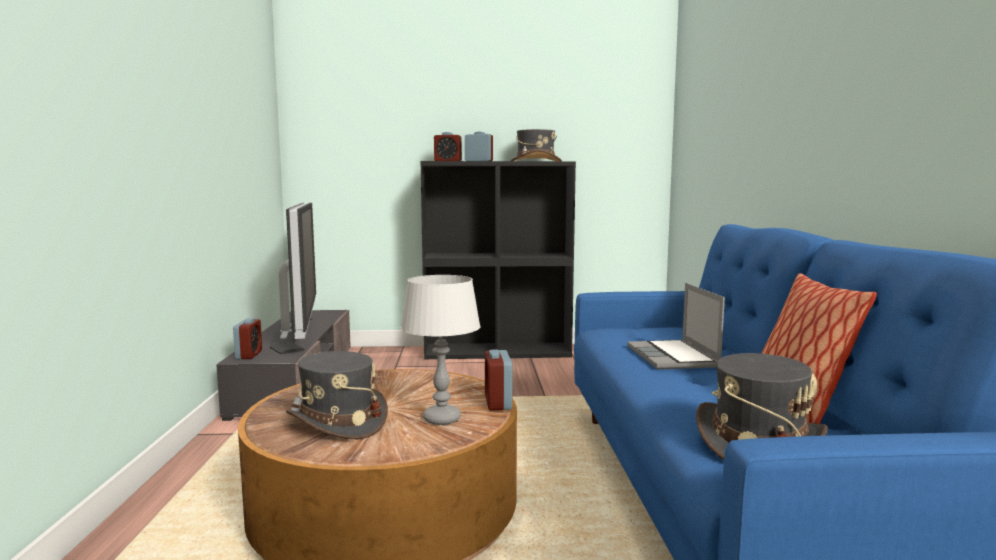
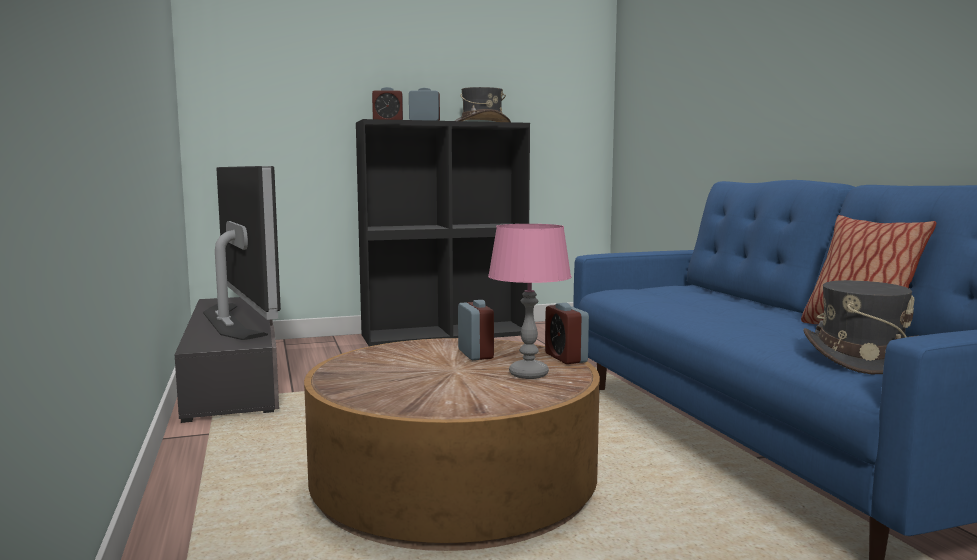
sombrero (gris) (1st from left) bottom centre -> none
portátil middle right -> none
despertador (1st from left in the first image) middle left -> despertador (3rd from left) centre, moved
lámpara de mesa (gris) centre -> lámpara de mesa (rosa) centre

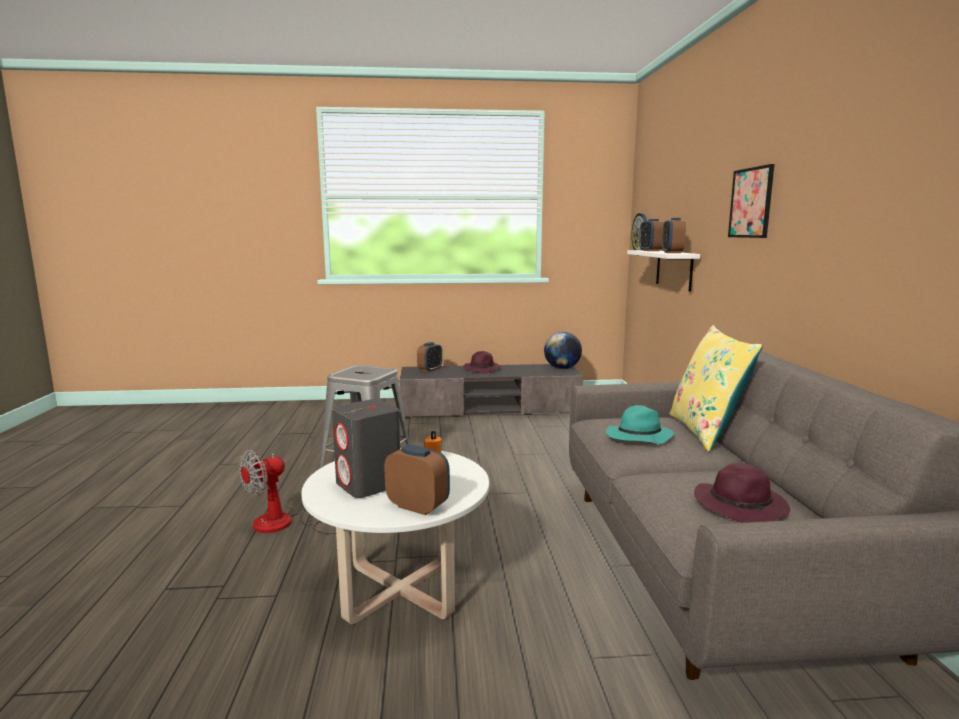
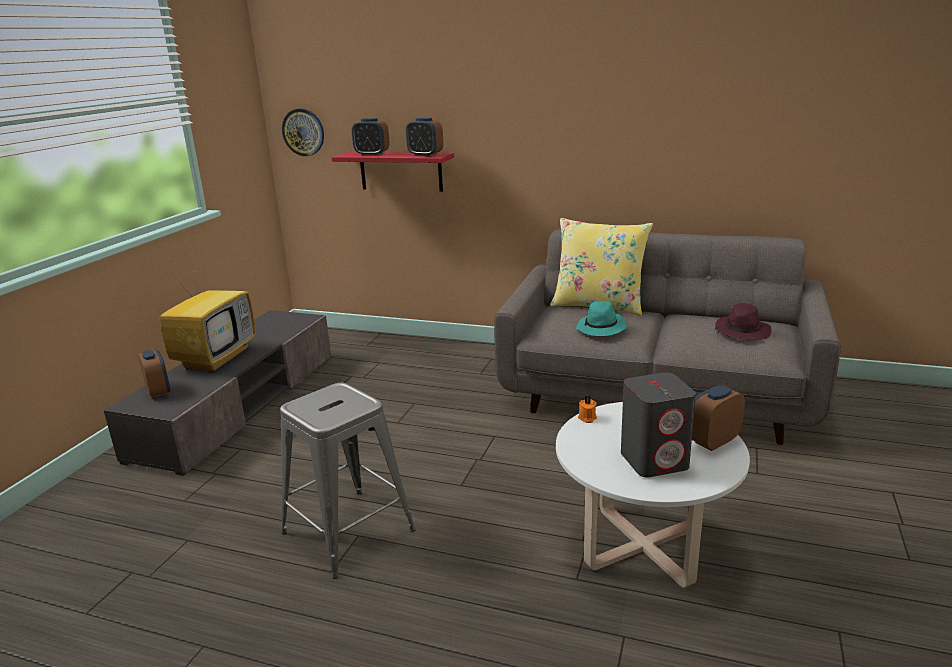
ventilador bottom left -> none
globo terráqueo centre -> none
cuadro top right -> none
sombrero (morado) (1st from left) centre -> televisor middle left
estante (blanco) middle right -> estante (rojo) top centre

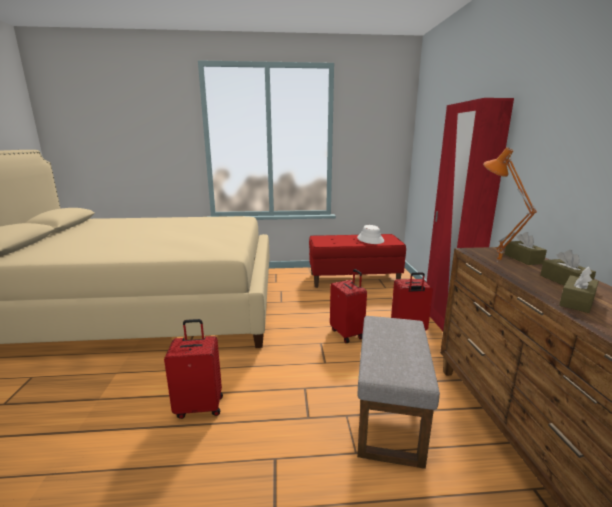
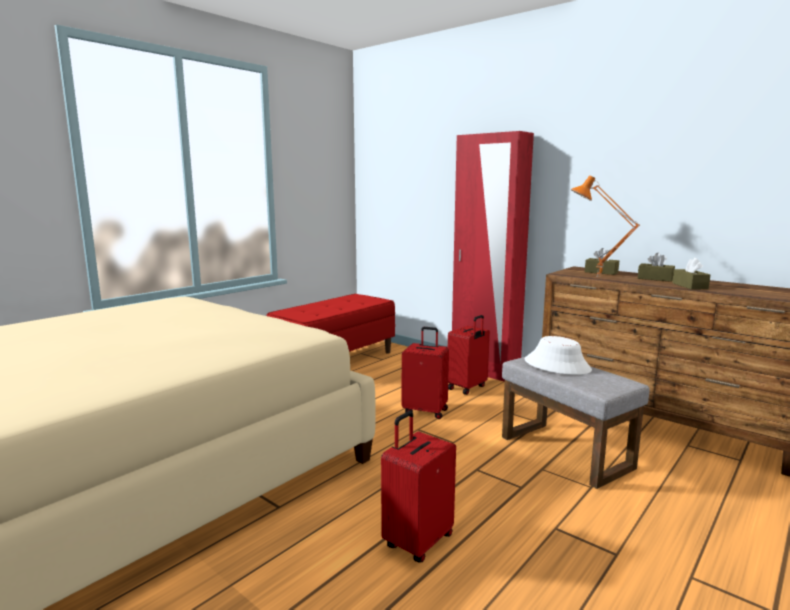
sombrero (blanco) centre -> sombrero (blanco) middle right, moved

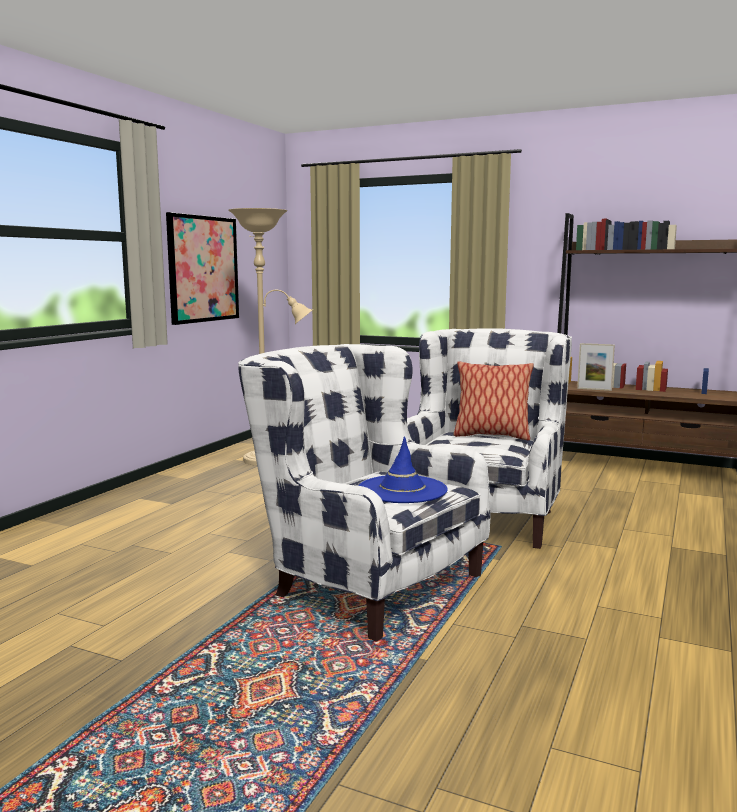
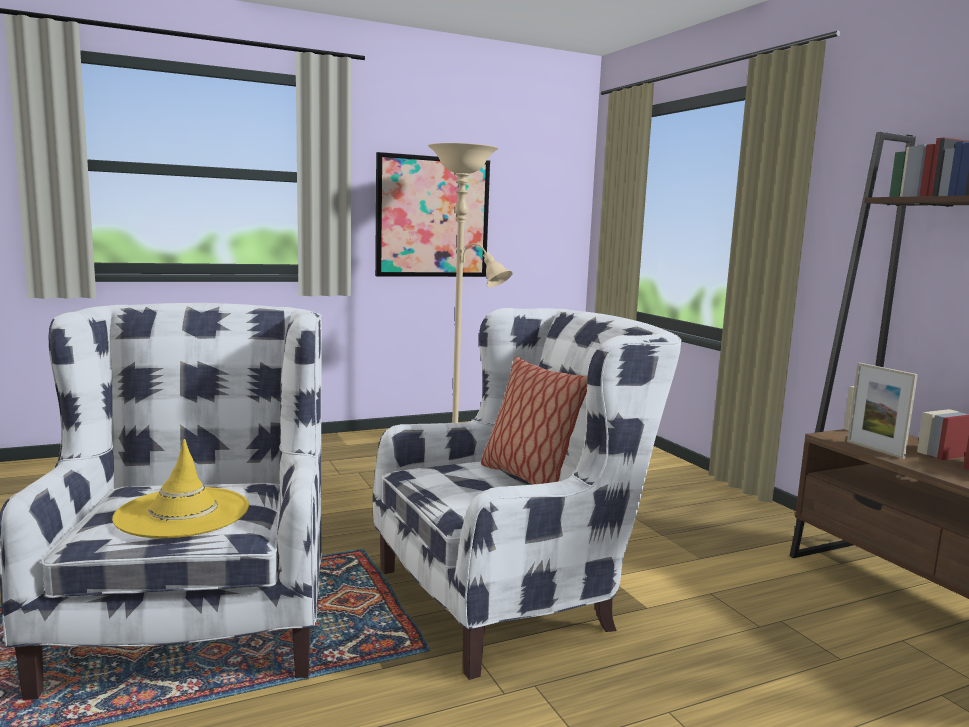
sombrero (azul) centre -> sombrero (amarillo) bottom left

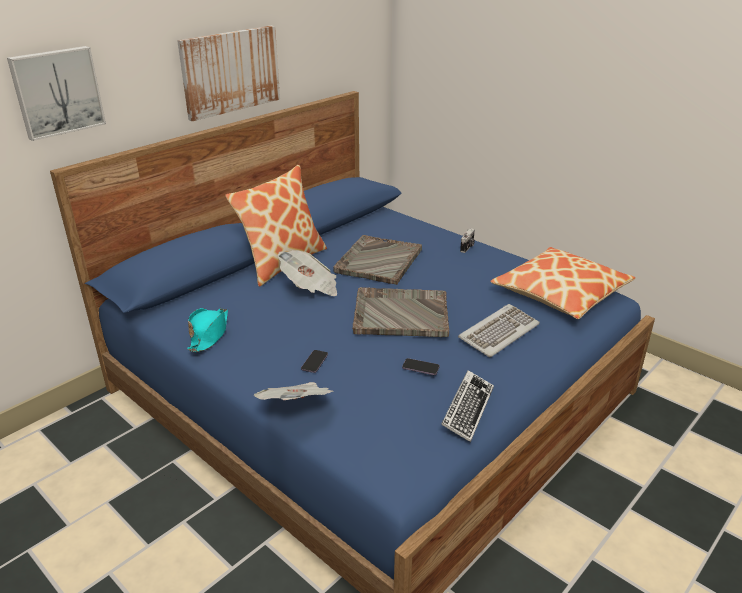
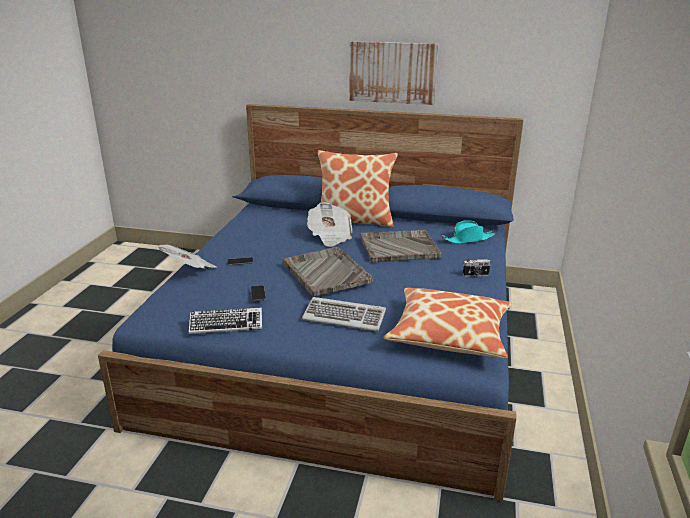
cuadro (1st from left) top left -> none
sombrero (turquesa) middle left -> sombrero (turquesa) middle right, moved

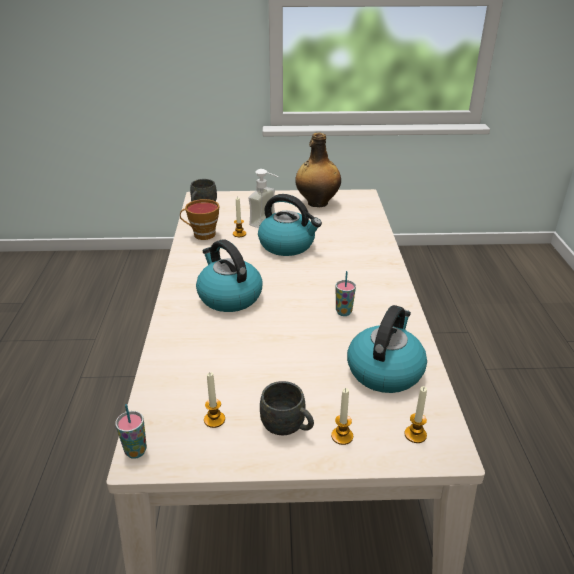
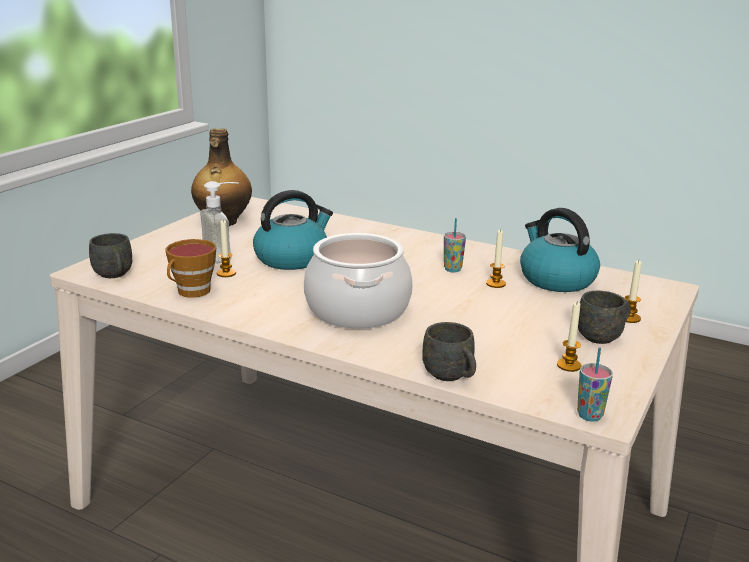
none -> taza grande (gris) (2nd from left) centre
vela (4th from left in the first image) bottom right -> vela (2nd from left) centre, moved
hervidor (1st from left) centre -> olla centre

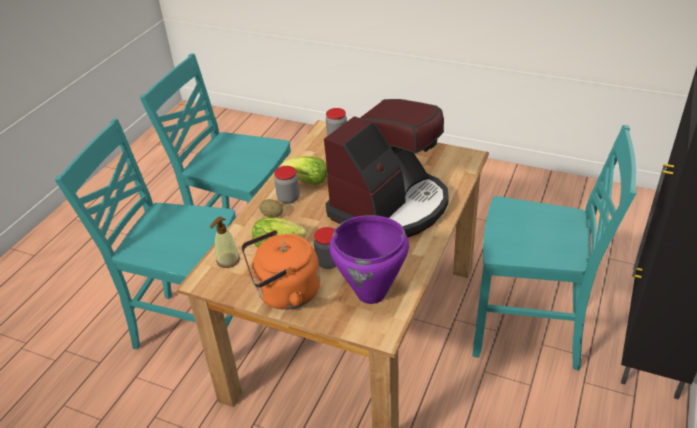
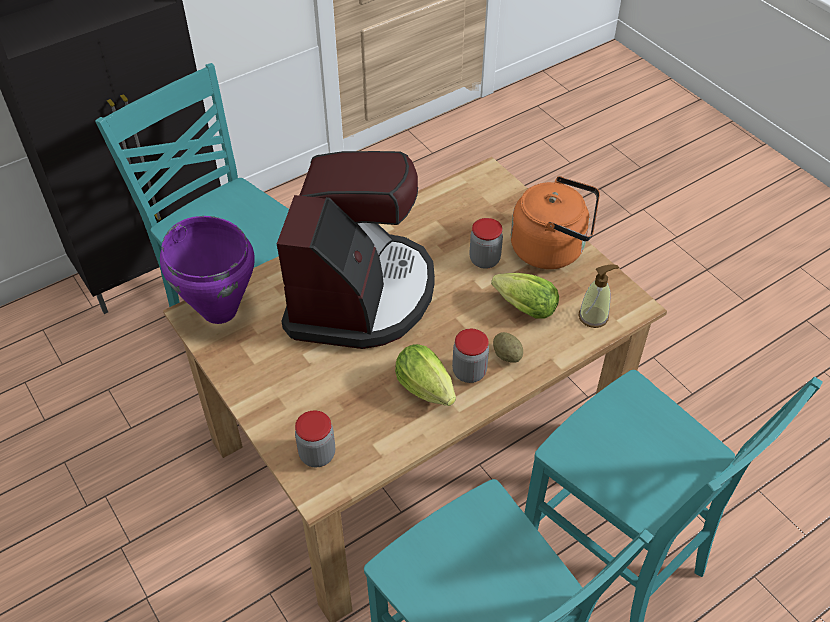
olla (morado) centre -> olla (morado) middle left, moved
cafetera centre, 120 degrees clockwise

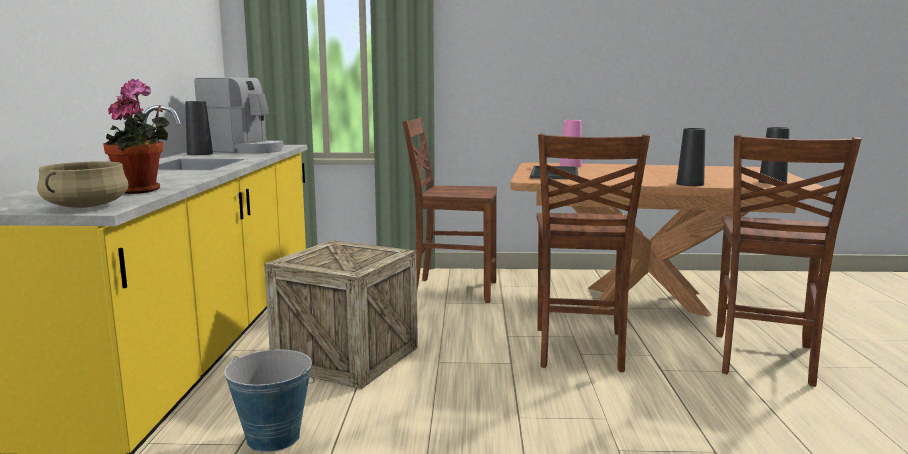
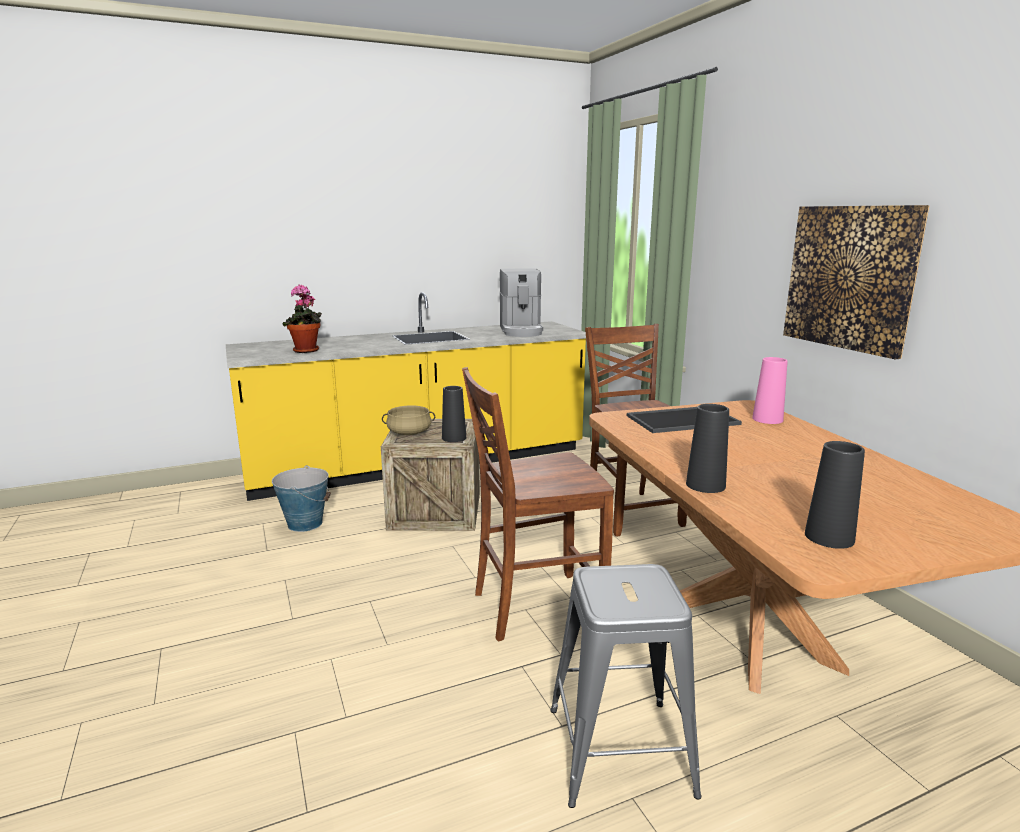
none -> cuadro middle right
olla (beis) middle left -> olla (beis) centre, moved
florero (negro) (1st from left) top left -> florero (negro) (1st from left) centre, moved
silla (marrón) (3rd from left) middle right -> taburete (gris) bottom centre

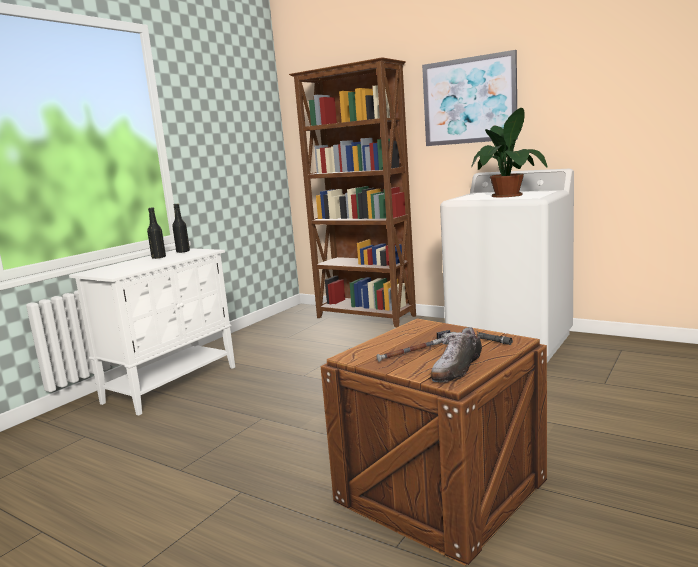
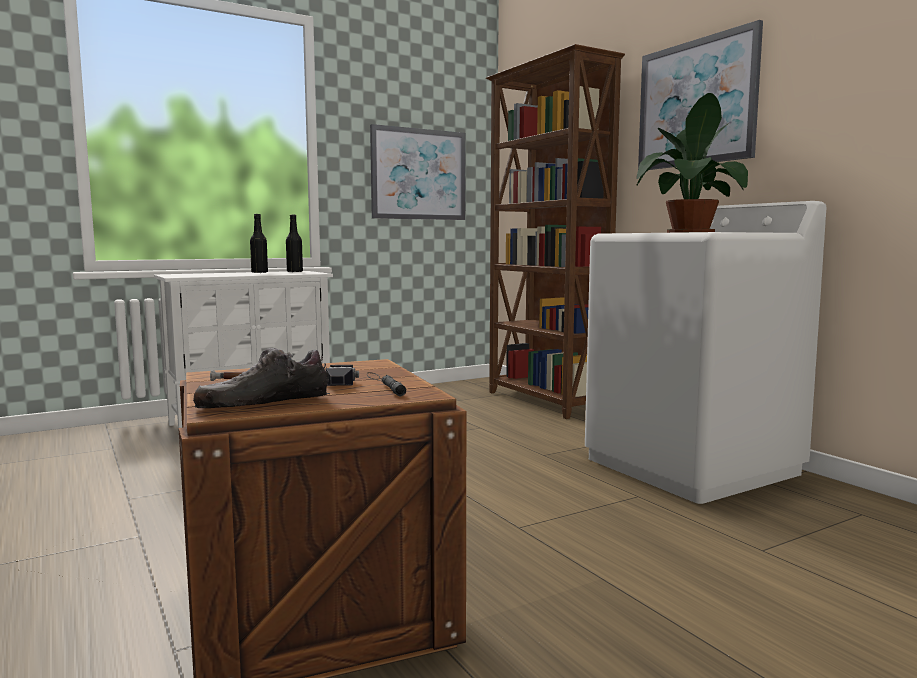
none -> cuadro (1st from left) top centre

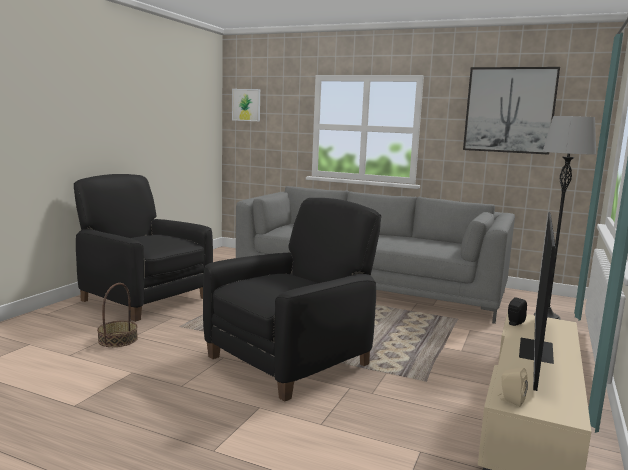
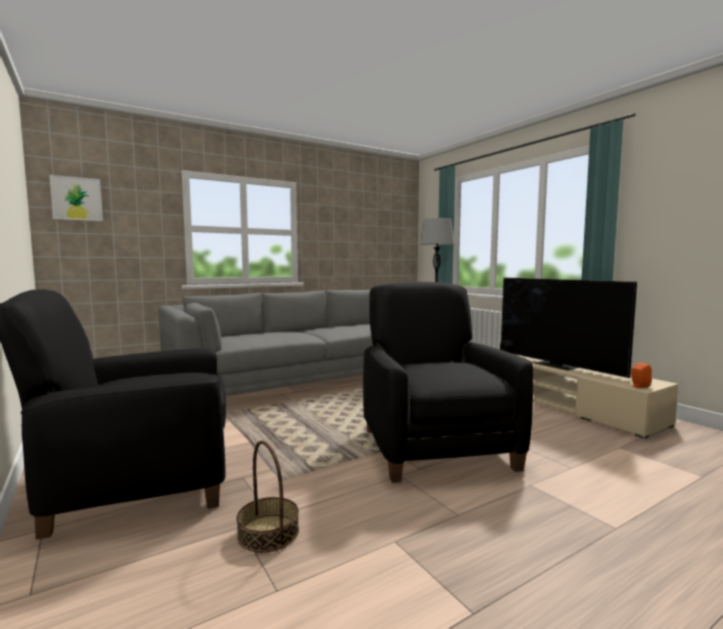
cuadro (2nd from left) top right -> none
altavoz (beis) bottom right -> altavoz (naranja) middle right

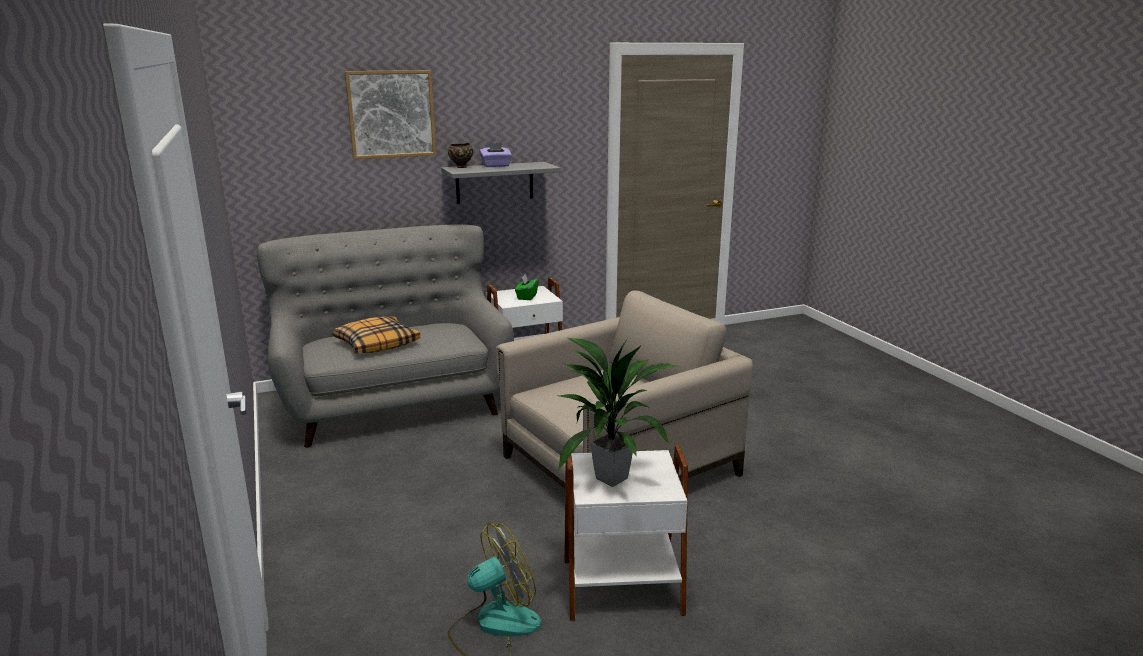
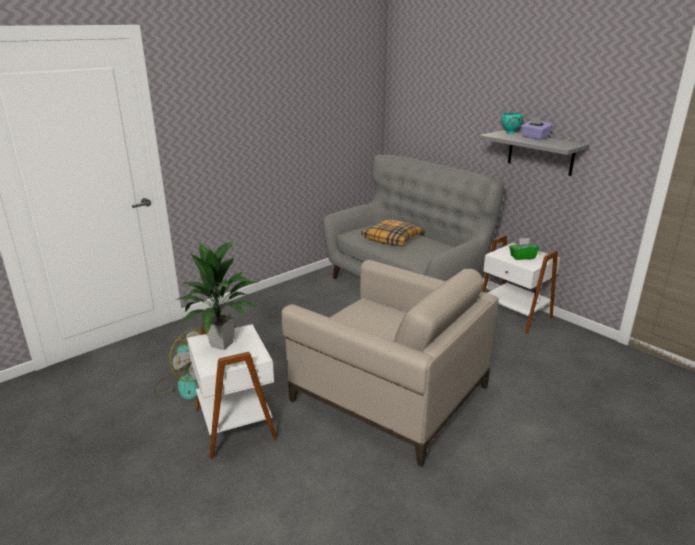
cuadro top centre -> none
cuenco (marrón) top centre -> cuenco (turquesa) top right

